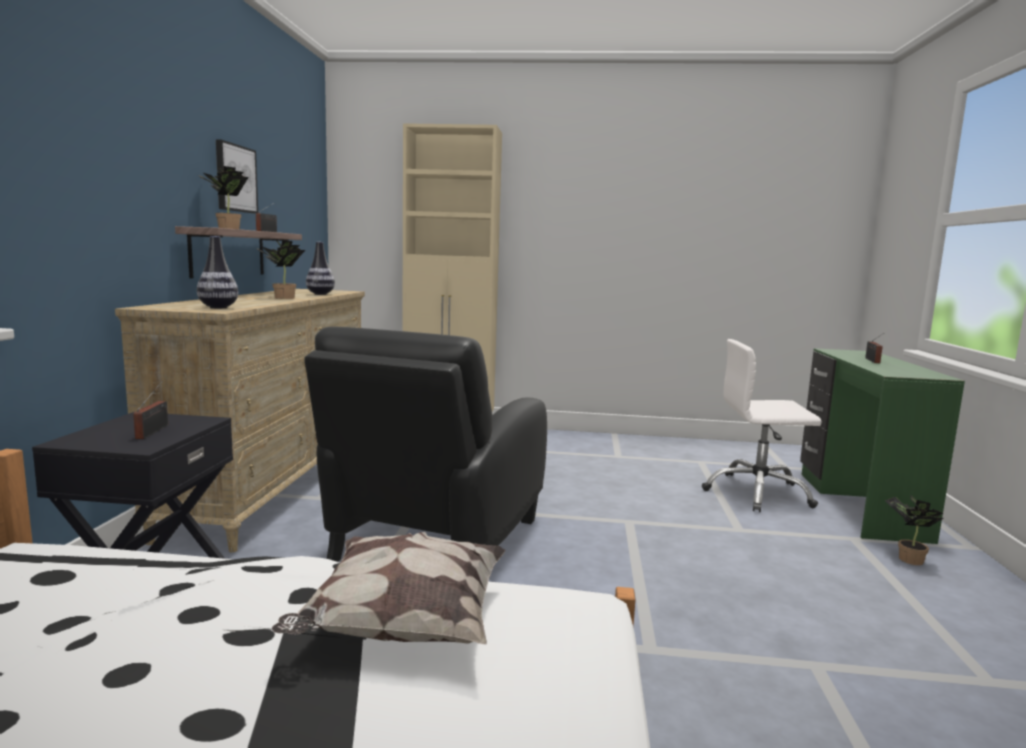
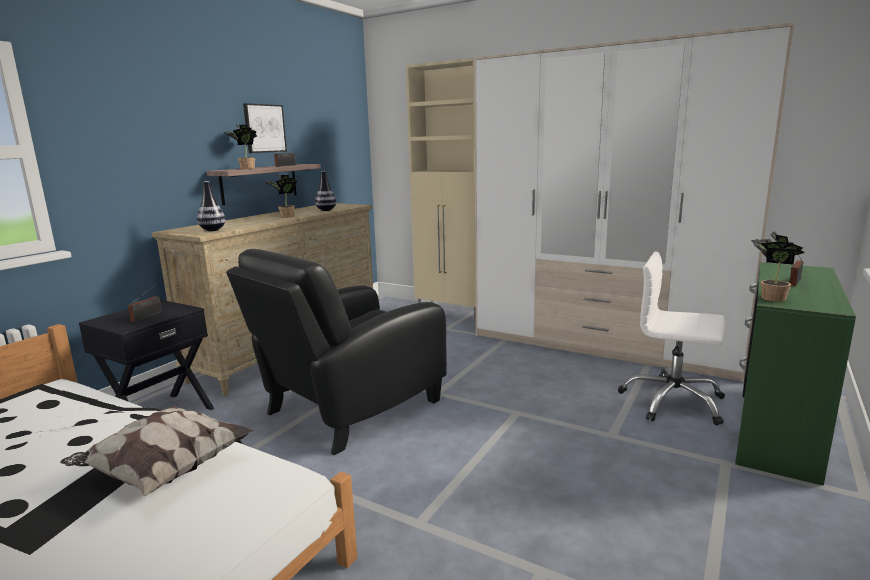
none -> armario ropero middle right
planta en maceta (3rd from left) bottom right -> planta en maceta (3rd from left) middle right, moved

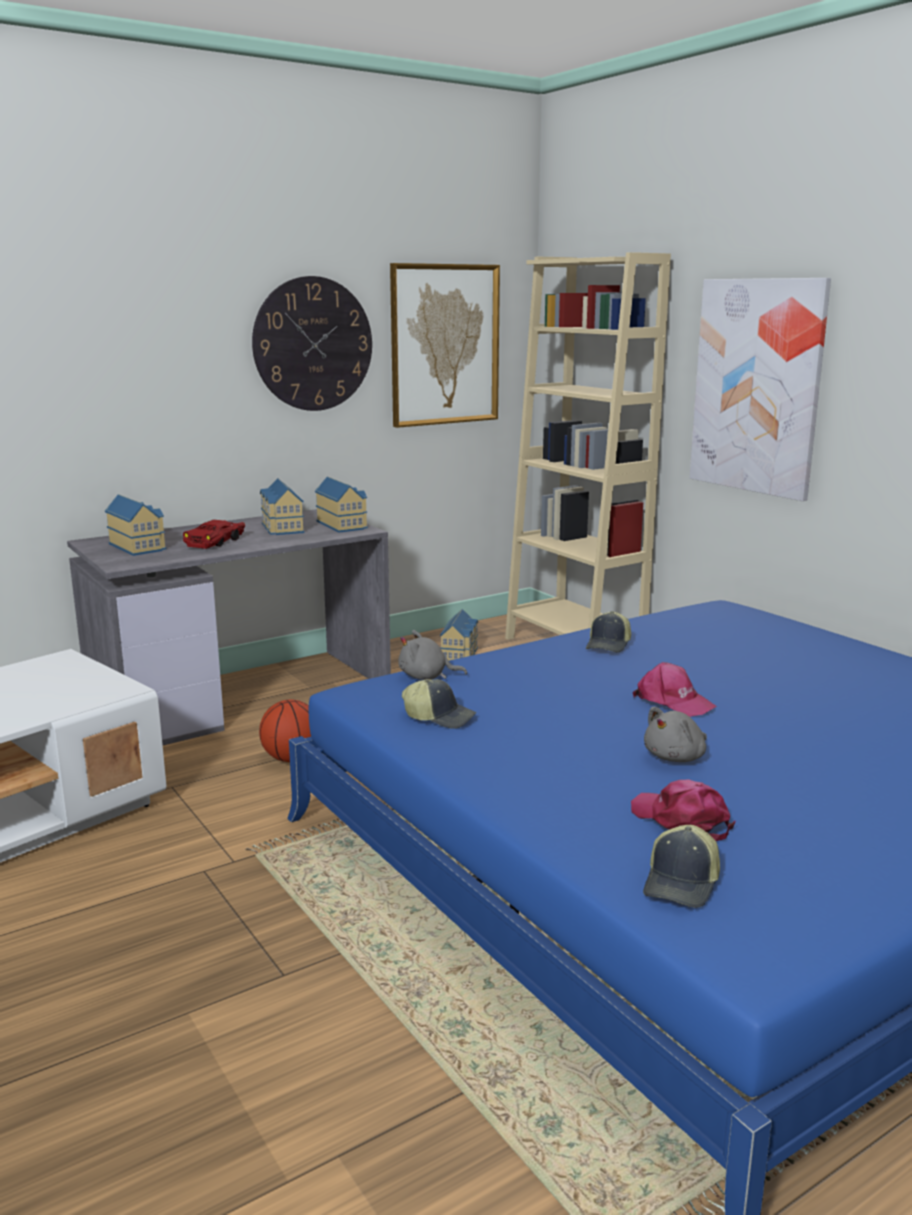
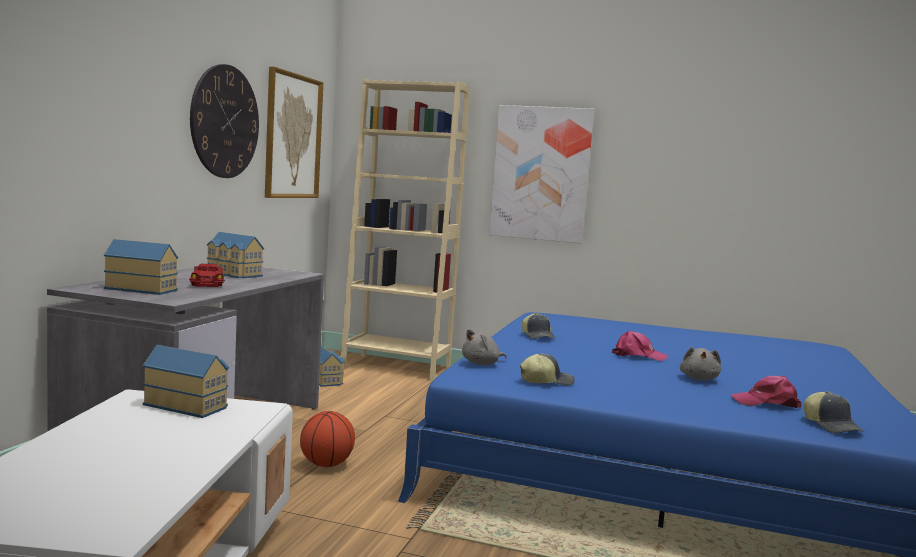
casita (3rd from left in the first image) centre -> casita (2nd from left) bottom left, moved

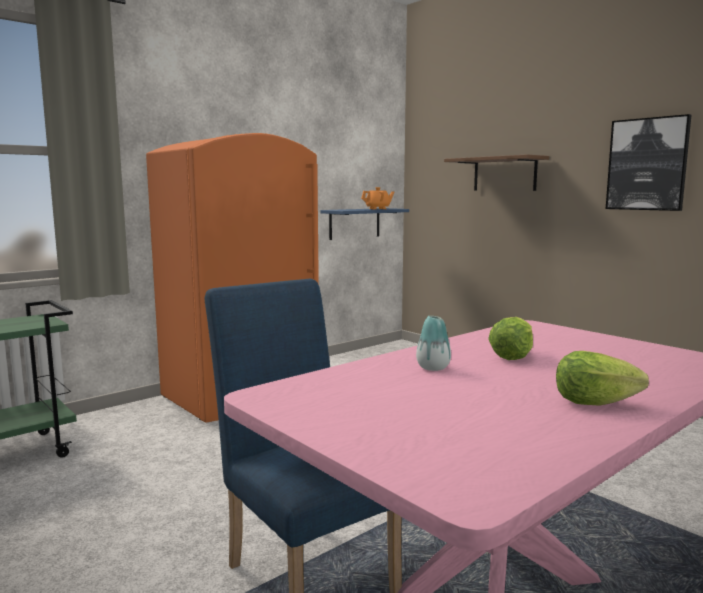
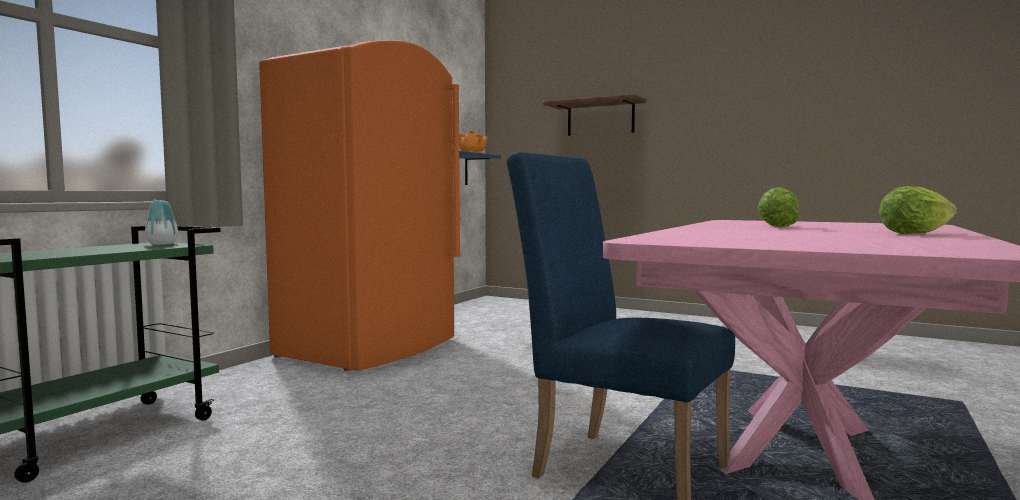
cuadro top right -> none
florero centre -> florero middle left, moved

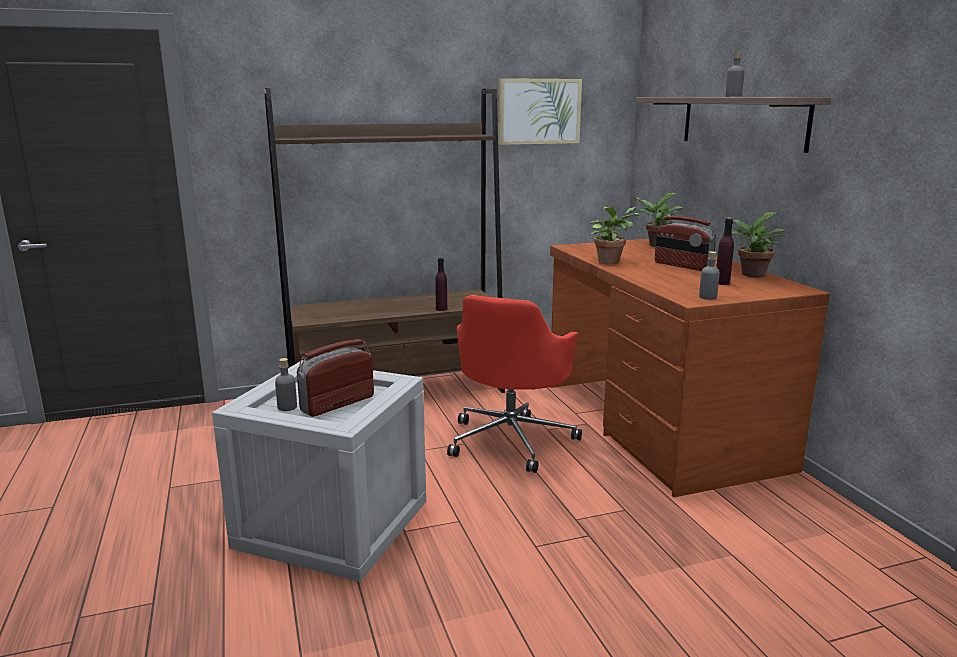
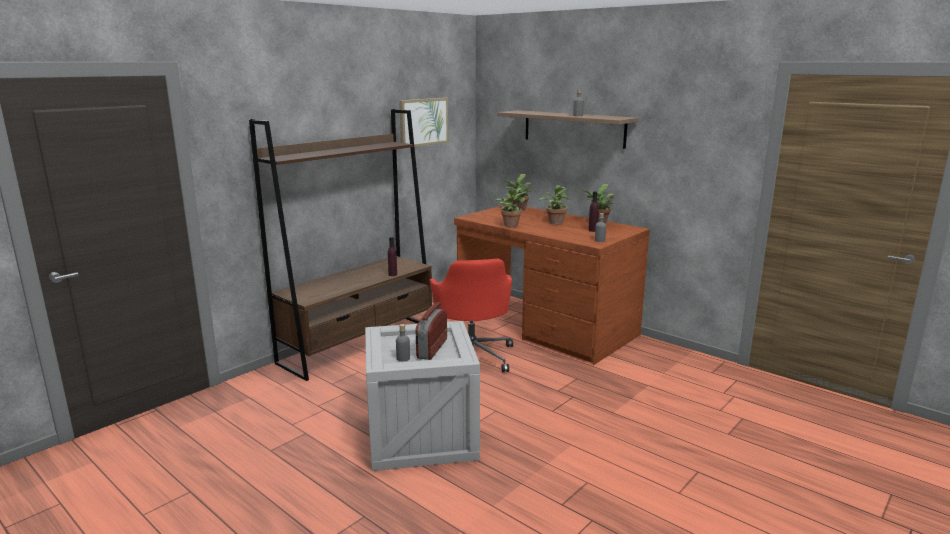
radio (2nd from left) middle right -> planta en maceta (3rd from left) centre

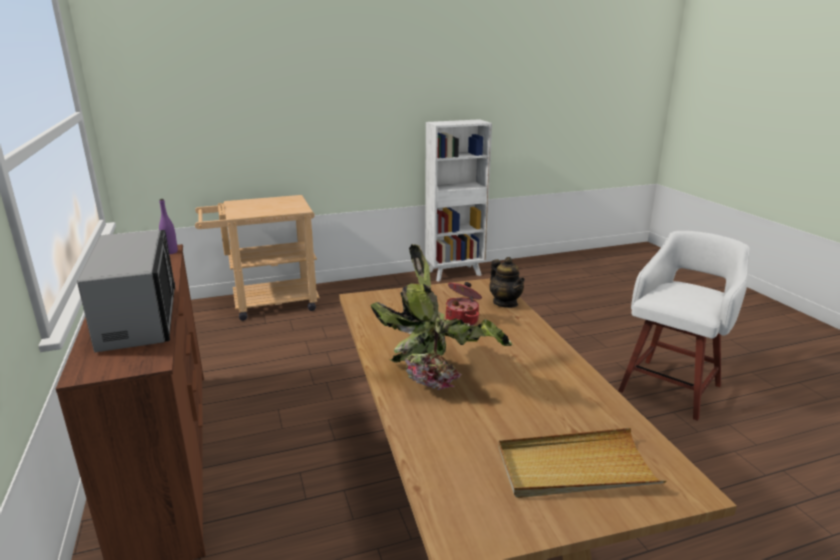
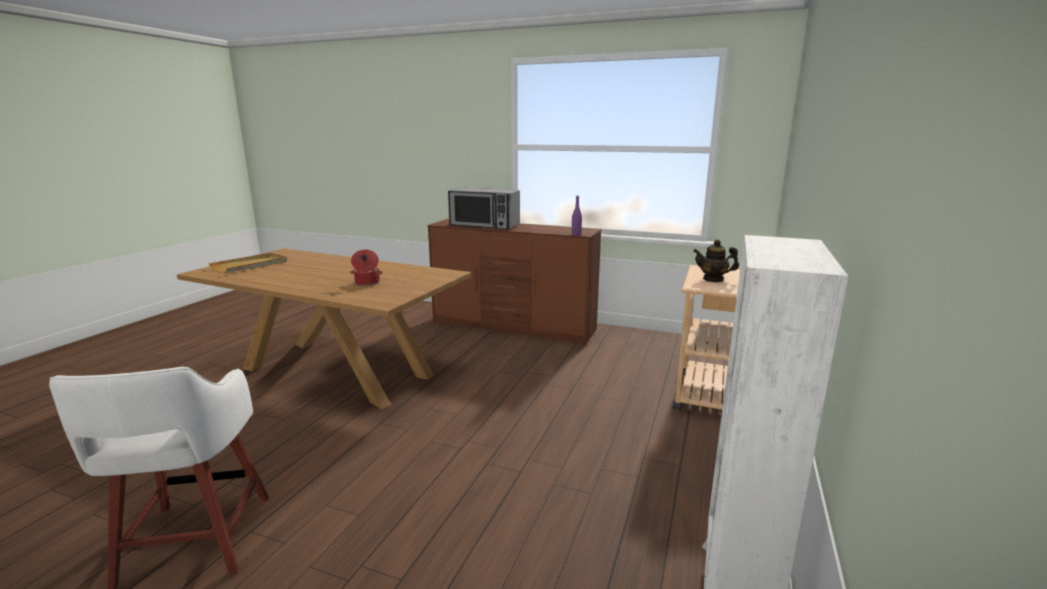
planta en maceta centre -> none
tetera centre -> tetera middle right, moved

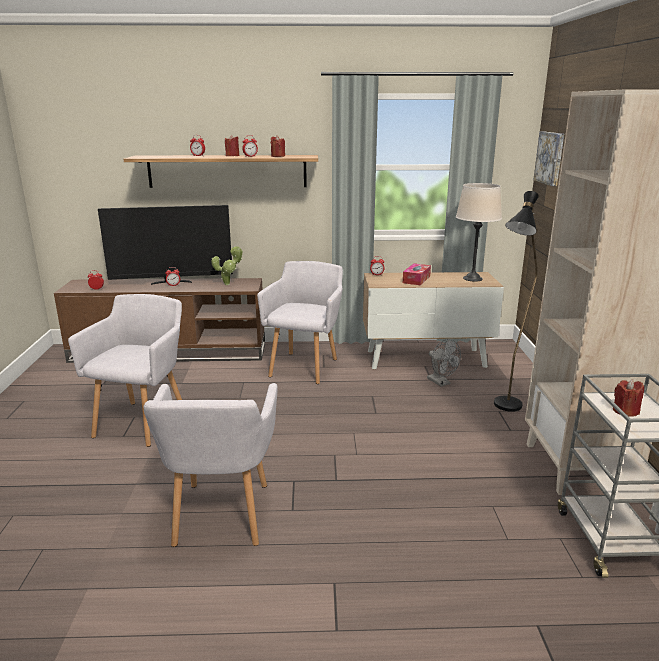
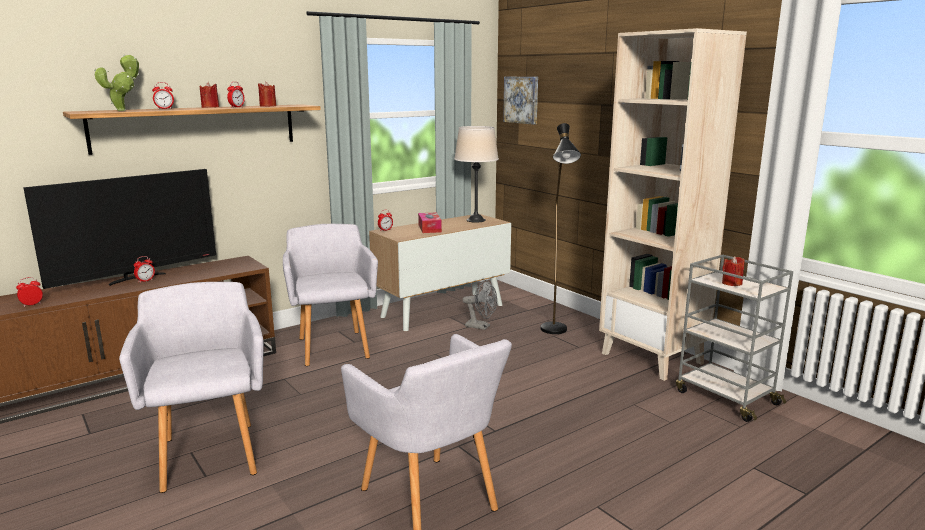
planta en maceta centre -> planta en maceta top left, moved

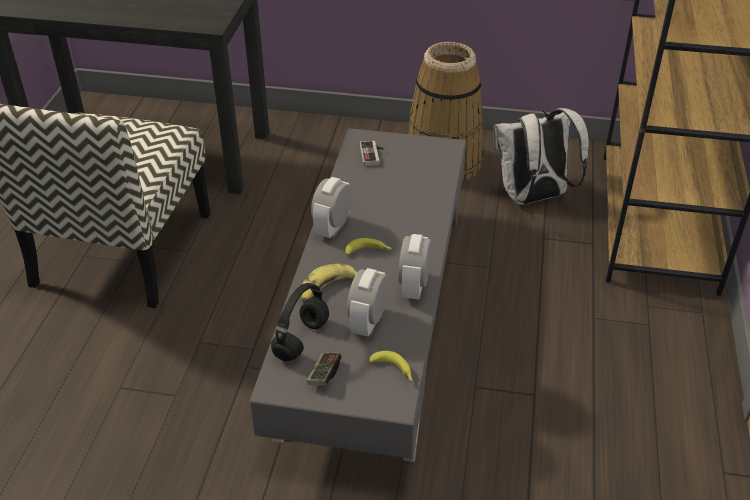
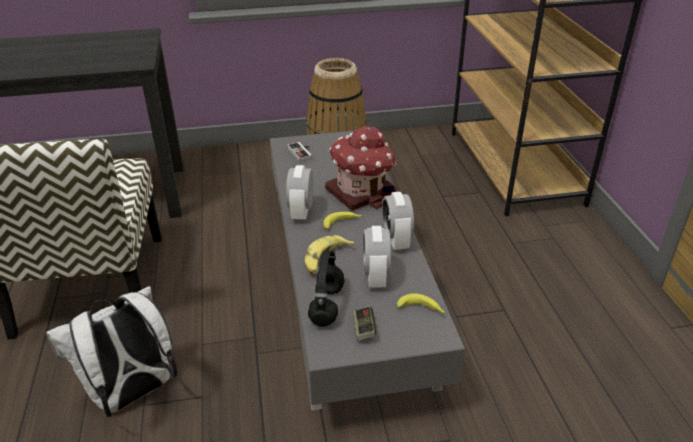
none -> casita centre
mochila (blanco) top right -> mochila (blanco) bottom left, moved

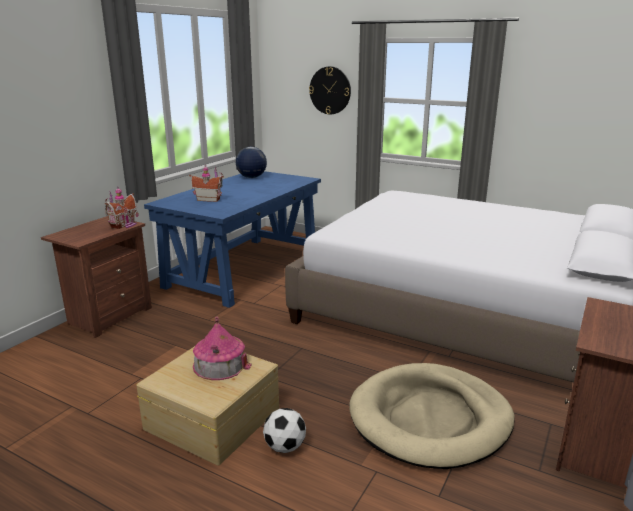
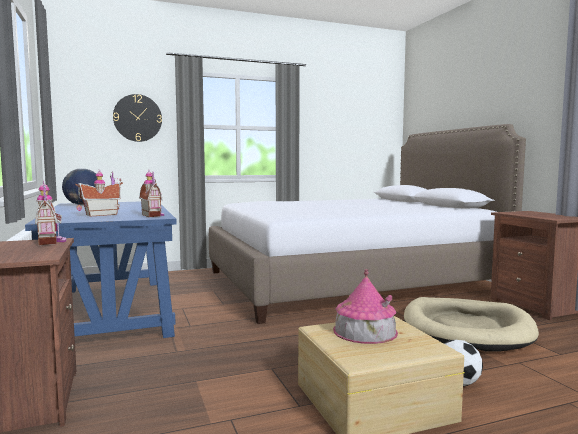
none -> casita (3rd from left) middle left

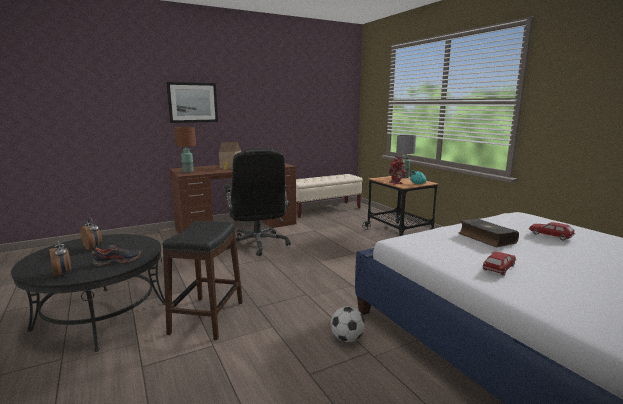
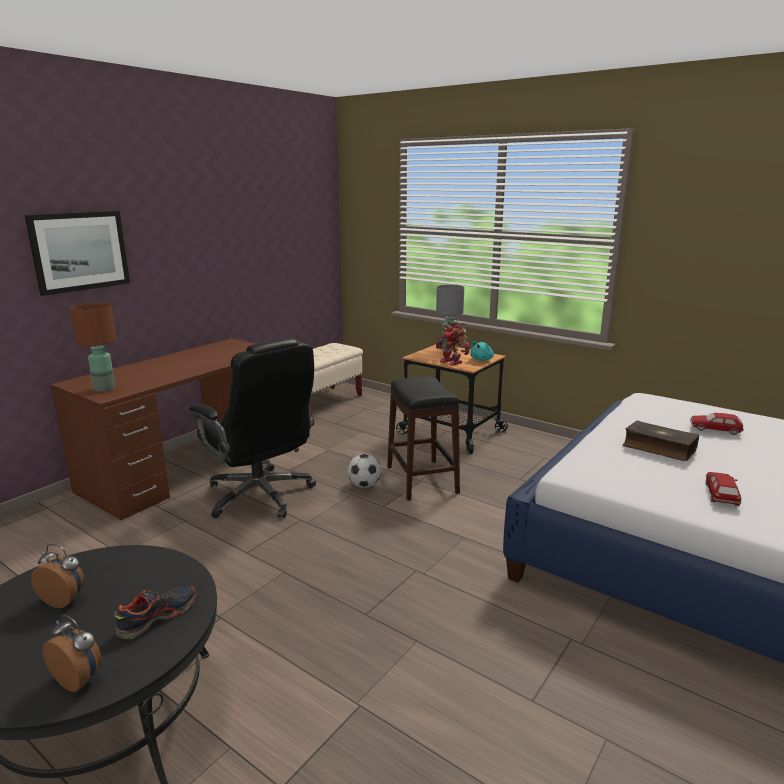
casita centre -> none
taburete (negro) bottom left -> taburete (negro) centre, moved
balón de fútbol bottom centre -> balón de fútbol centre, moved

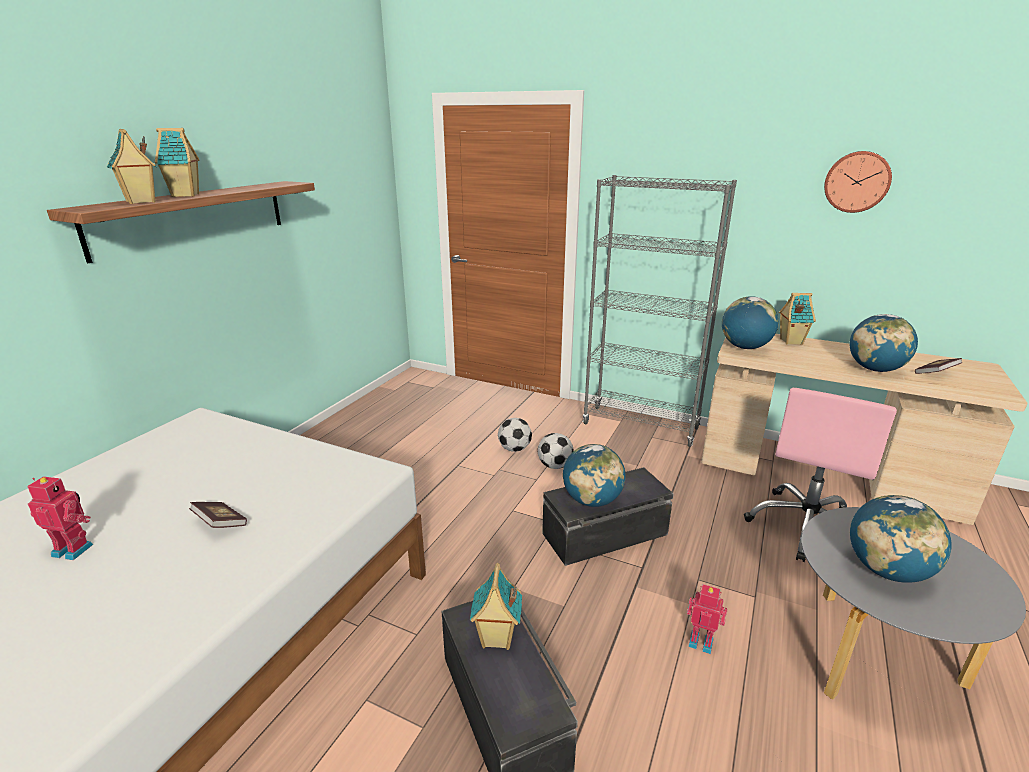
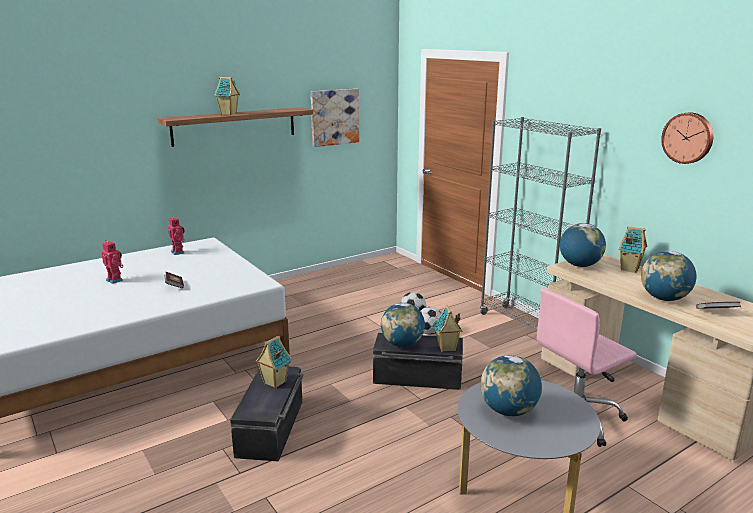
none -> cuadro top centre
casita (1st from left in the first image) top left -> casita (3rd from left) centre, moved
robot de juguete (2nd from left) bottom right -> robot de juguete (2nd from left) middle left, moved

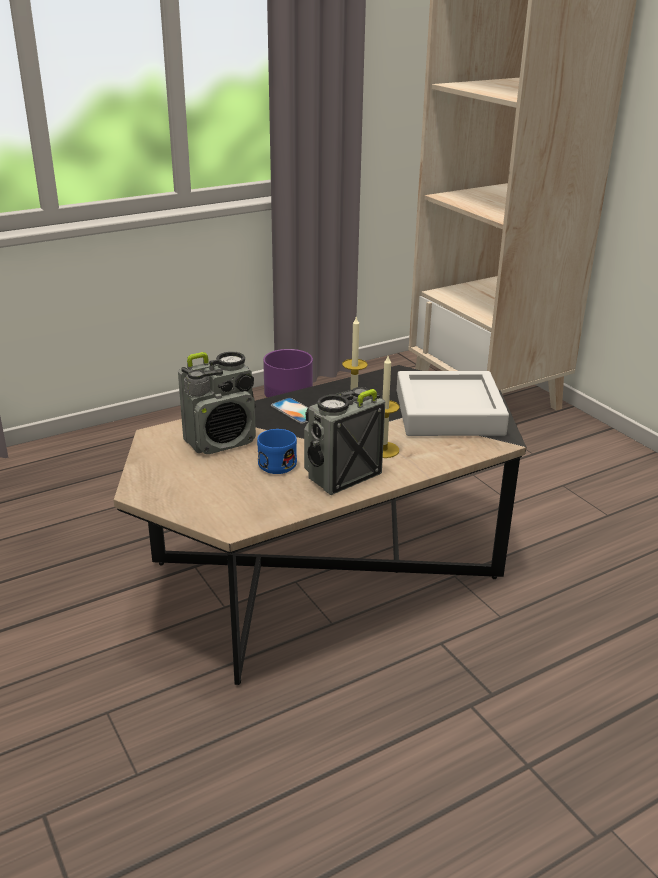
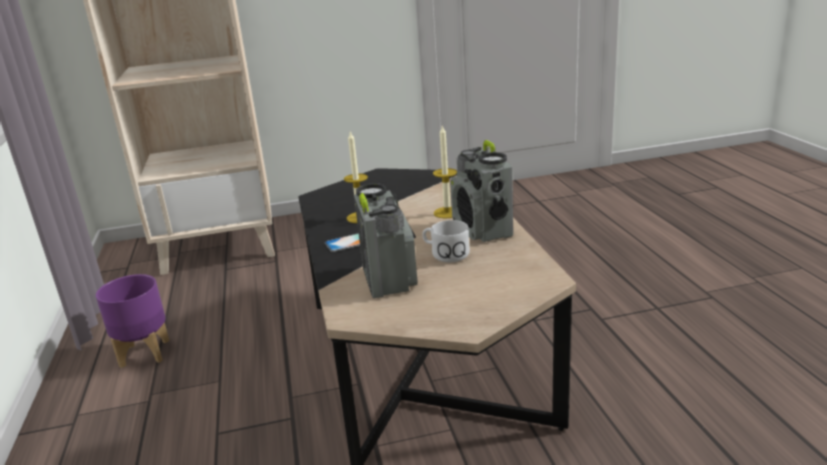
bandeja (gris) middle right -> none
taza grande (azul) centre -> taza grande (blanco) centre

